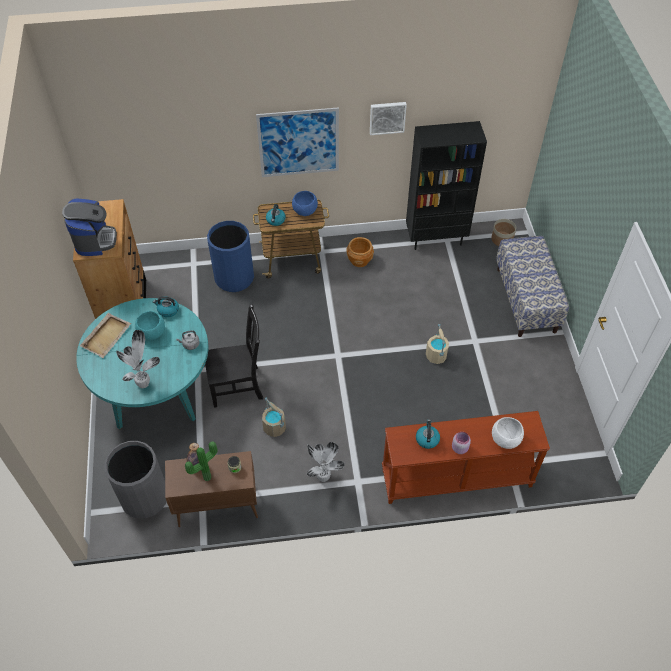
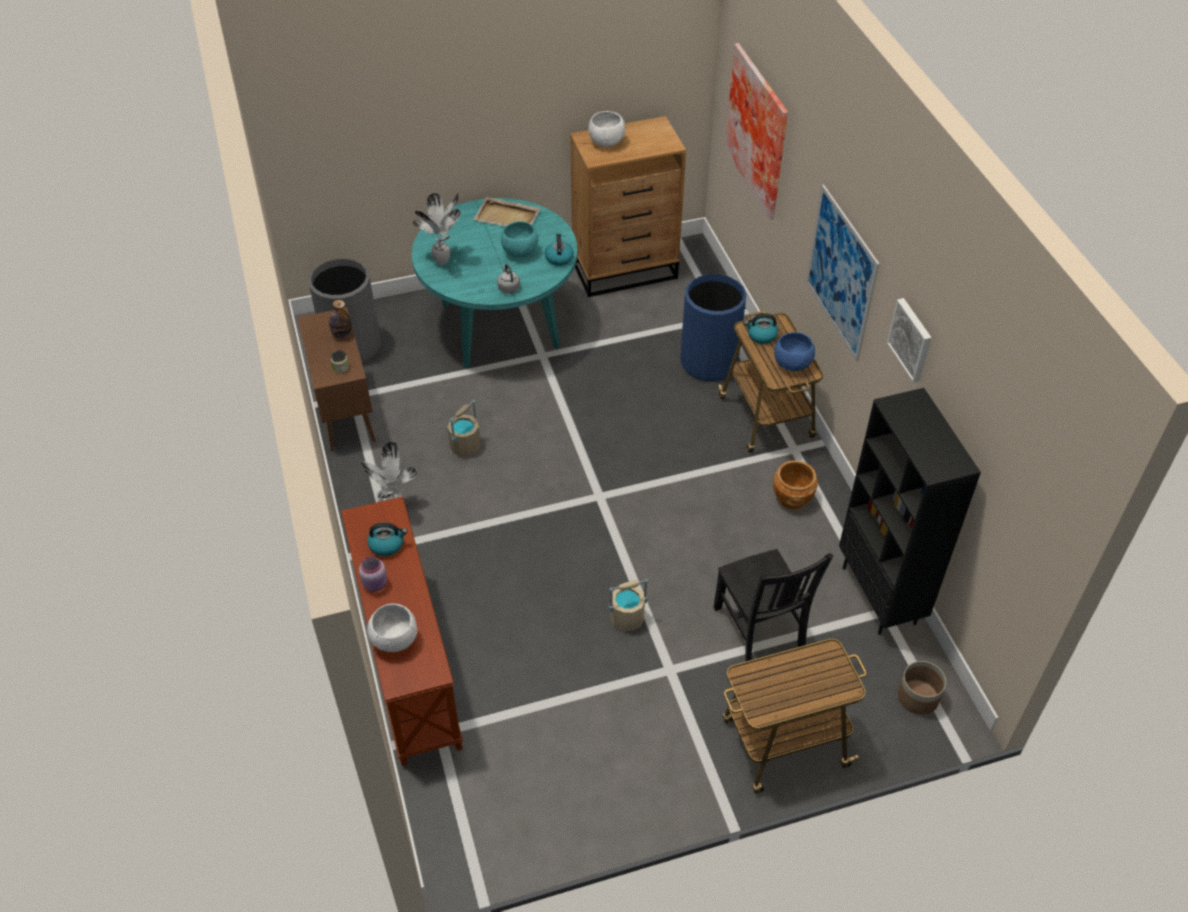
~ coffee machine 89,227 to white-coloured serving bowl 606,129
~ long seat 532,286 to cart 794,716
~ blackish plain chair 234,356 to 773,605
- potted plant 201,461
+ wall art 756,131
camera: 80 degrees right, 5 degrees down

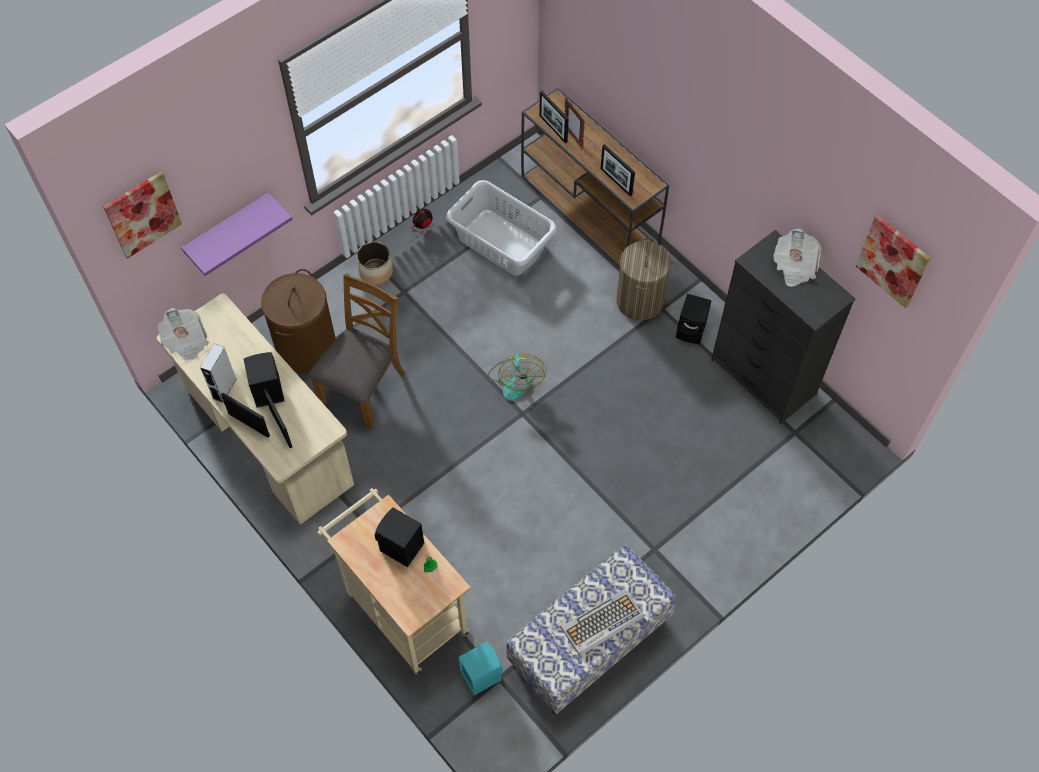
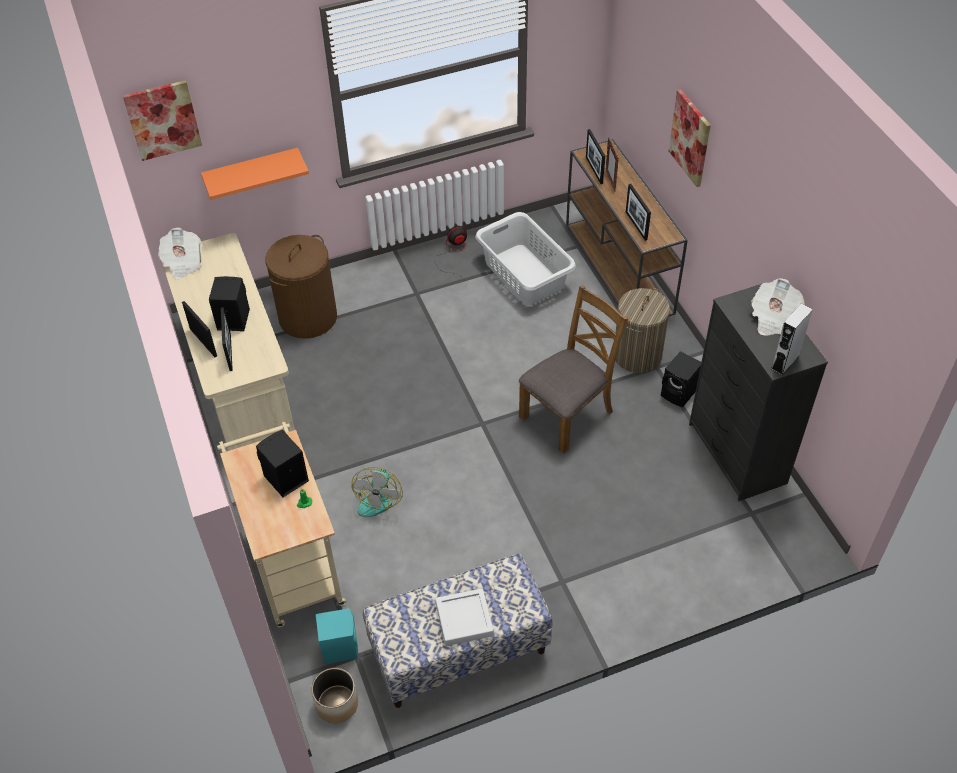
~ purple bracket shelf 237,234 to orange bracket shelf 255,174
~ wall art 893,261 to 690,138
~ plant pot 375,263 to 334,695
~ brownish plain chair 357,351 to 573,369
~ grey speaker 218,373 to 792,339
~ electric fan 517,377 to 377,492
~ computer keyboard 602,622 to grey serving tray 464,617
camera: 20 degrees right, 10 degrees down

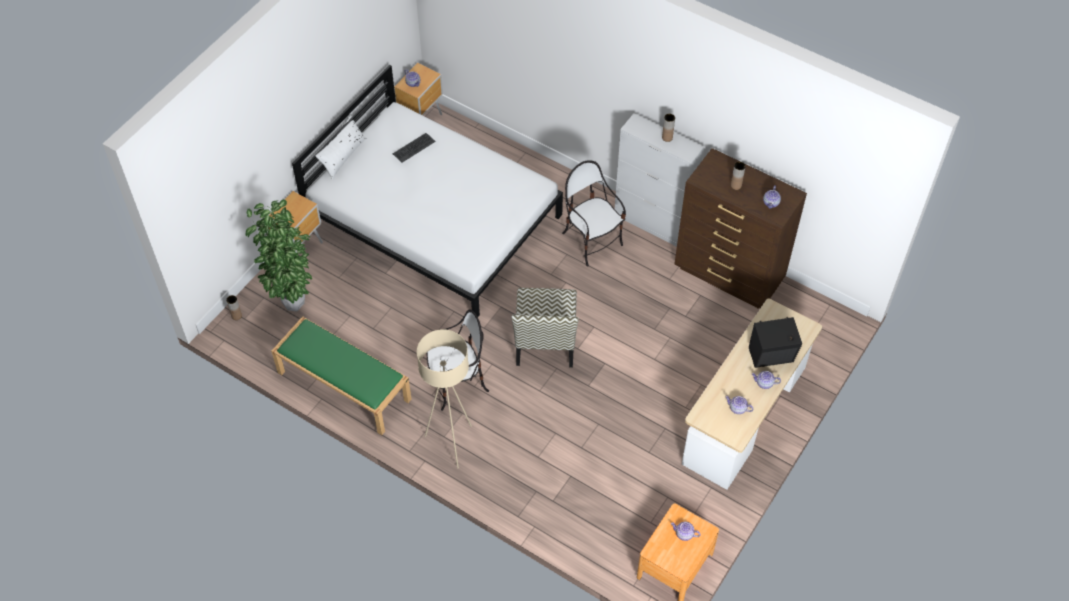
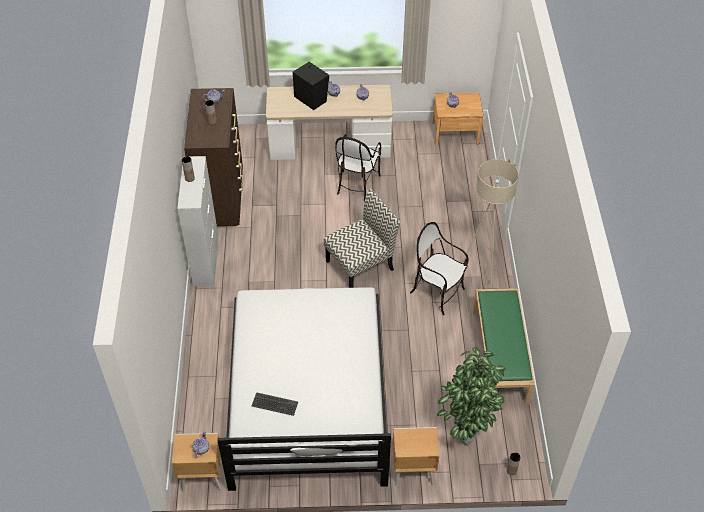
~ plain chair 594,213 to 358,167
camera: 125 degrees left, 5 degrees down

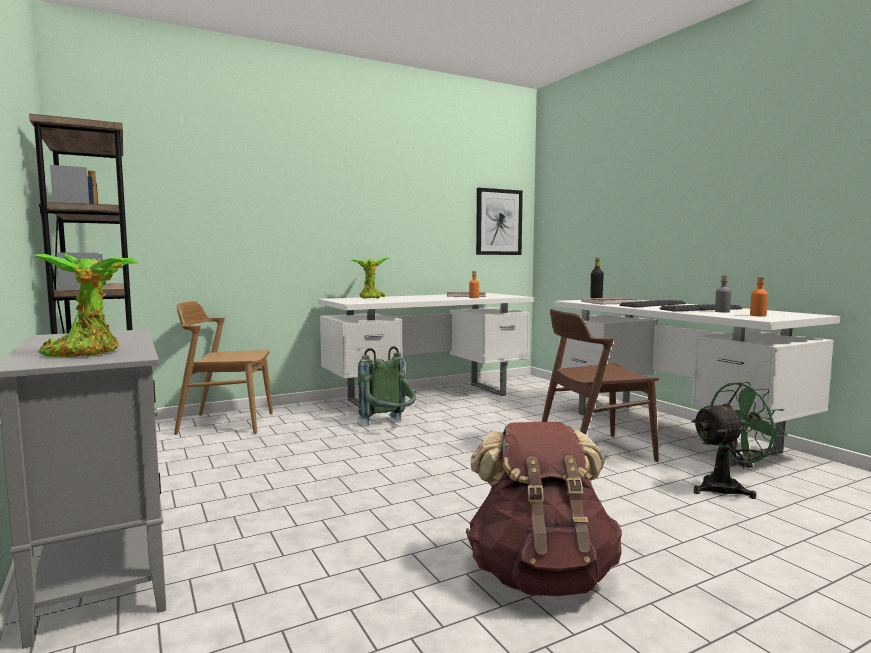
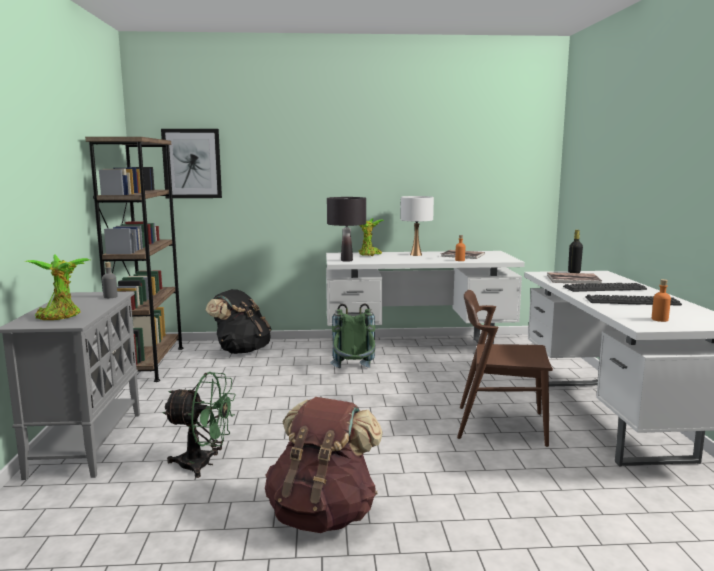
~ wall art 499,221 to 191,163
~ grey bottle 723,293 to 110,280
~ brownish plain chair 223,368 to blackish knapsack 238,321
~ green-coloured electric fan 739,440 to 199,425
+ white-coloured table lamp 417,226
+ blackish table lamp 346,229
camera: 25 degrees right, 5 degrees up

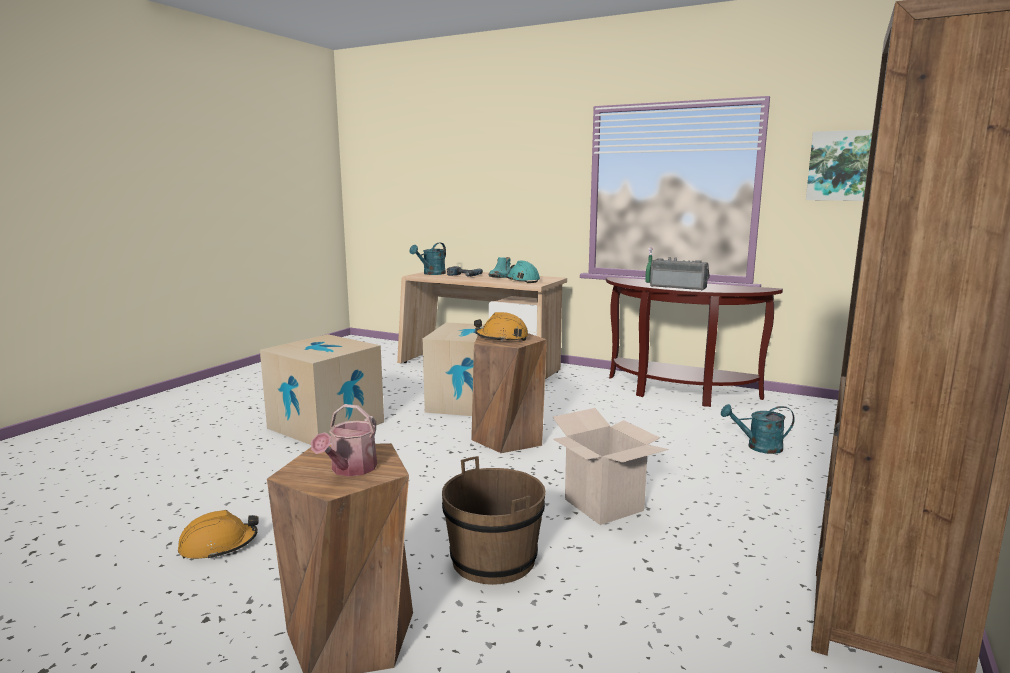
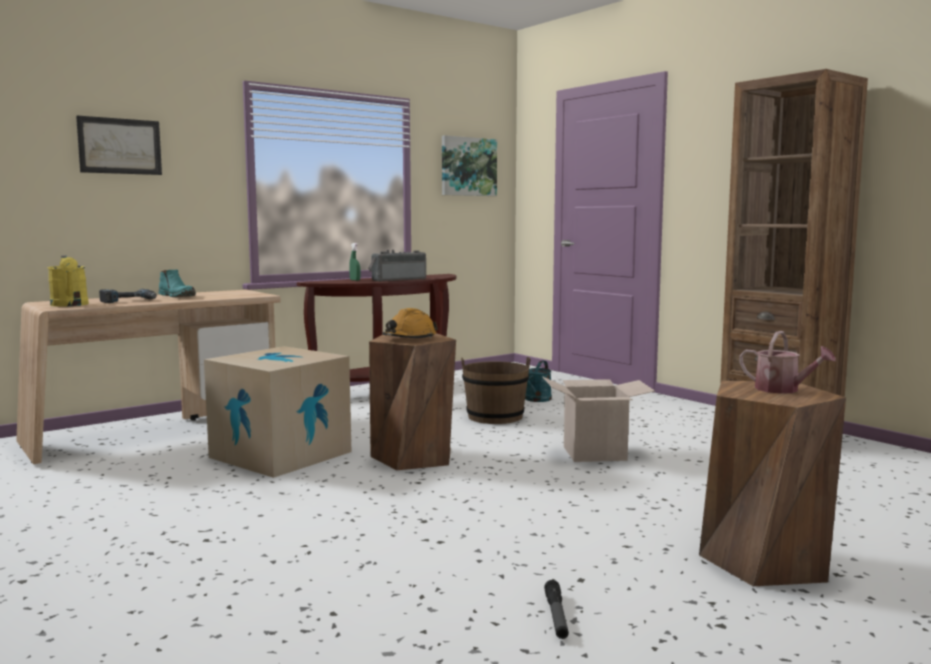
~ turquoise-coloured sprinkling can 428,259 to yellow-coloured sprinkling can 68,281
- turquoise-coloured work helmet 523,271
- packing box 322,389
~ brownish bucket 494,520 to 495,390
~ orange work helmet 218,535 to torch 556,609
+ wall art 119,145
camera: 65 degrees left, 5 degrees down

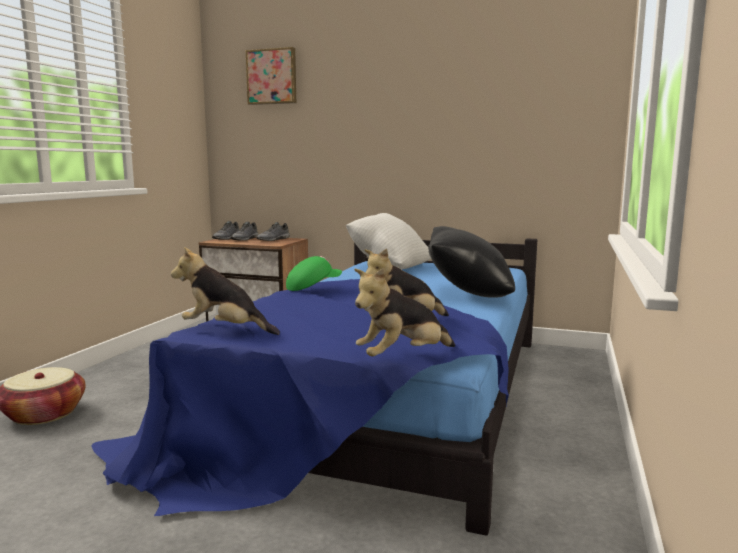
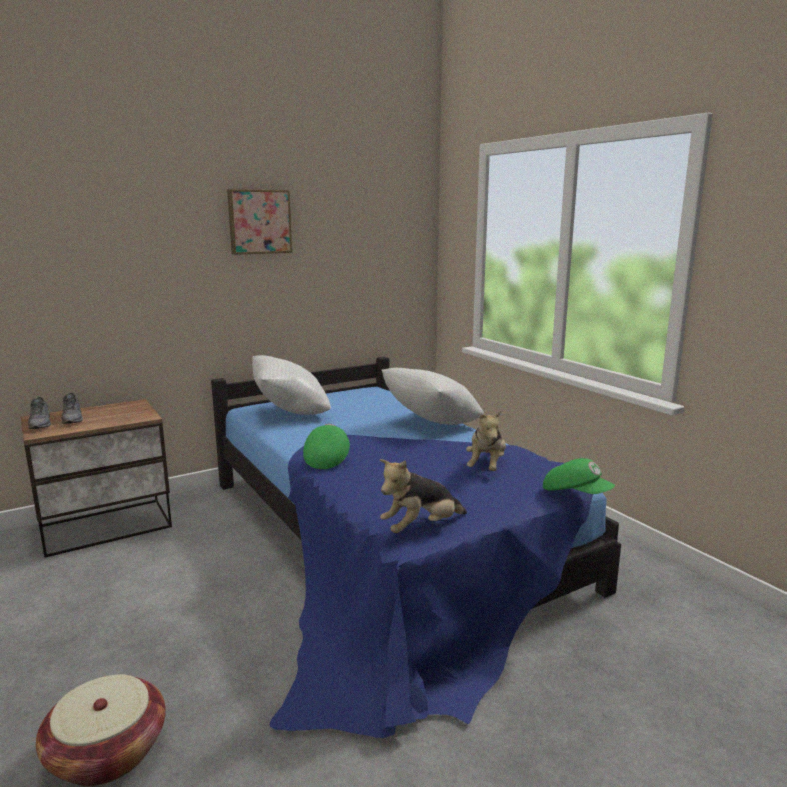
~ wall art 270,76 to 259,222
- grey item of footwear 273,231
~ blackish pillow 471,262 to white-coloured pillow 433,396
~ plush toy 404,312 to green-coloured peaked cap 579,476
camera: 50 degrees left, 5 degrees up

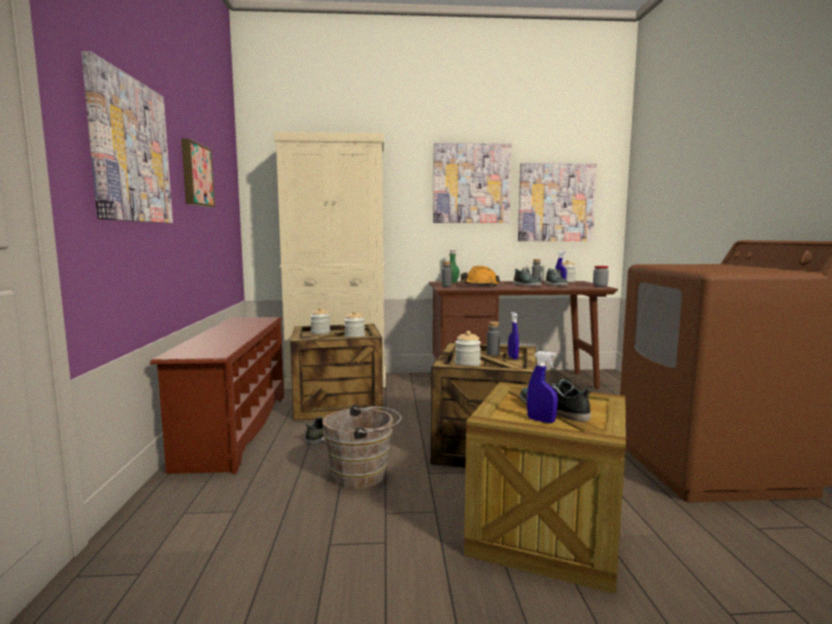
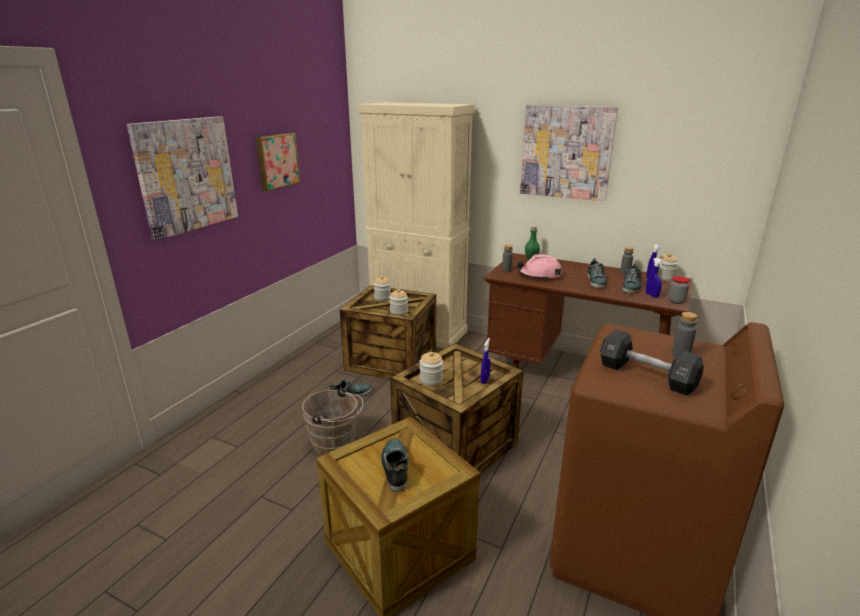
- wall art 557,202
~ orange work helmet 480,276 to pink-coloured work helmet 539,267
- brownish shoe rack 217,395
~ grey bottle 493,338 to 684,334
~ bluish hand sprayer 542,387 to 655,278
+ blackish free weight 652,363
camera: 30 degrees right, 15 degrees up

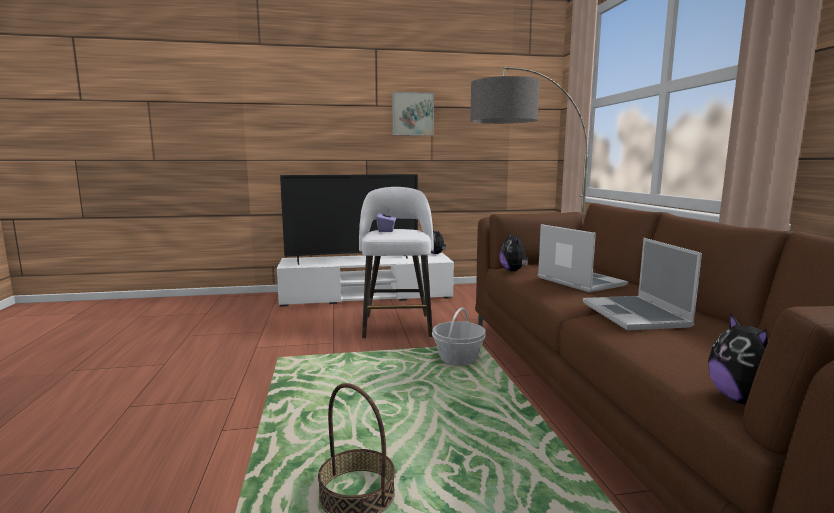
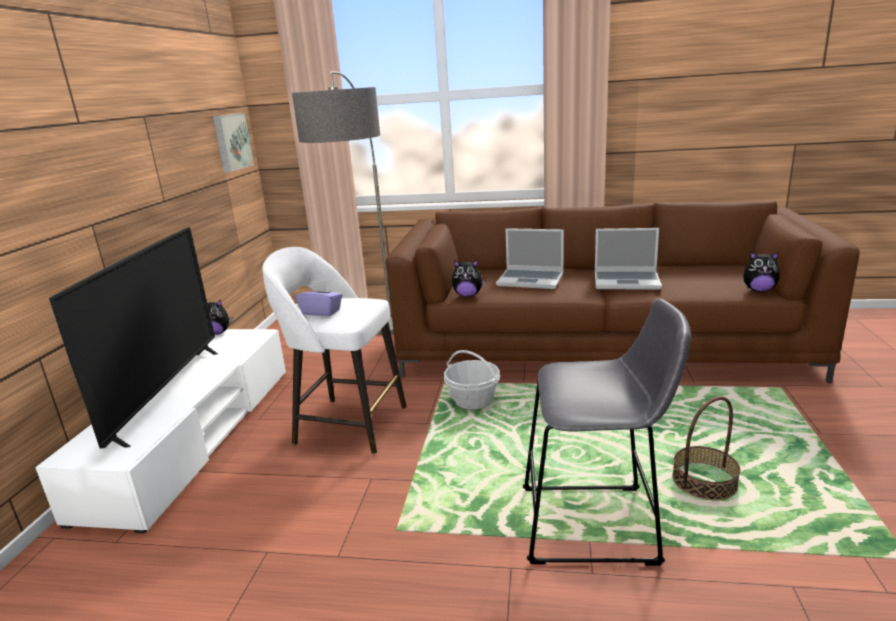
~ wall art 413,114 to 233,142
~ notebook computer 583,258 = 530,258 150 degrees counterclockwise
+ grey sitting stool 607,432
camera: 70 degrees left, 10 degrees up

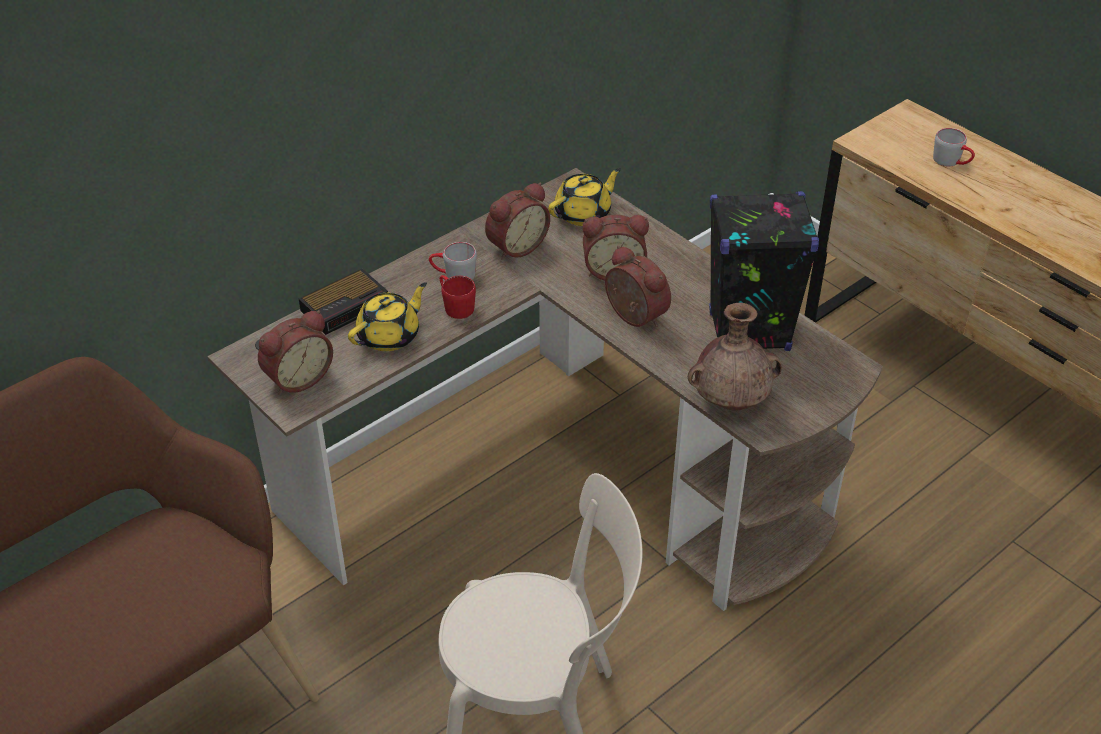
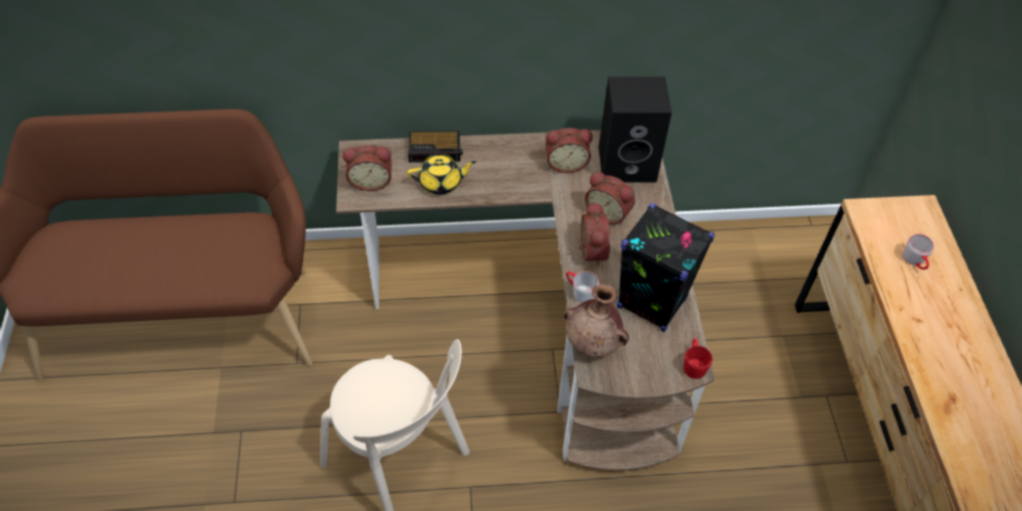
~ yellow-coloured tea pot 584,197 to blackish speaker 635,130
~ grey tea mug 453,261 to 582,287
~ reddish tea mug 458,297 to 697,358
camera: 35 degrees right, 10 degrees up

